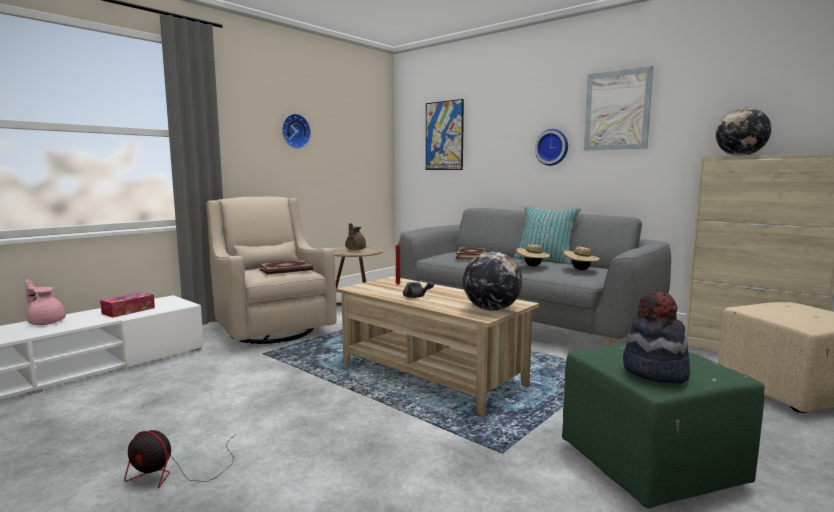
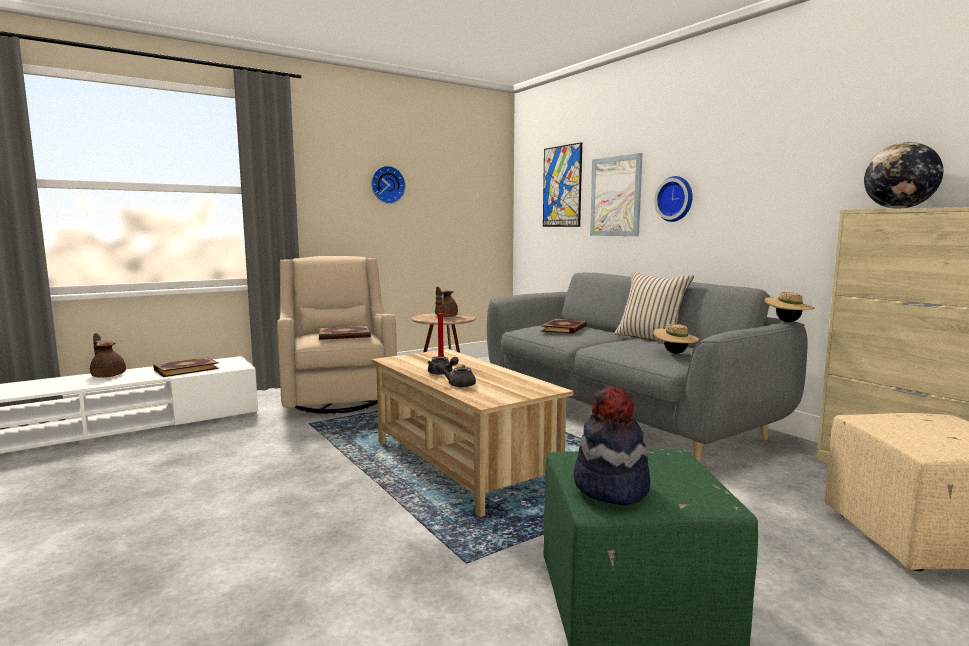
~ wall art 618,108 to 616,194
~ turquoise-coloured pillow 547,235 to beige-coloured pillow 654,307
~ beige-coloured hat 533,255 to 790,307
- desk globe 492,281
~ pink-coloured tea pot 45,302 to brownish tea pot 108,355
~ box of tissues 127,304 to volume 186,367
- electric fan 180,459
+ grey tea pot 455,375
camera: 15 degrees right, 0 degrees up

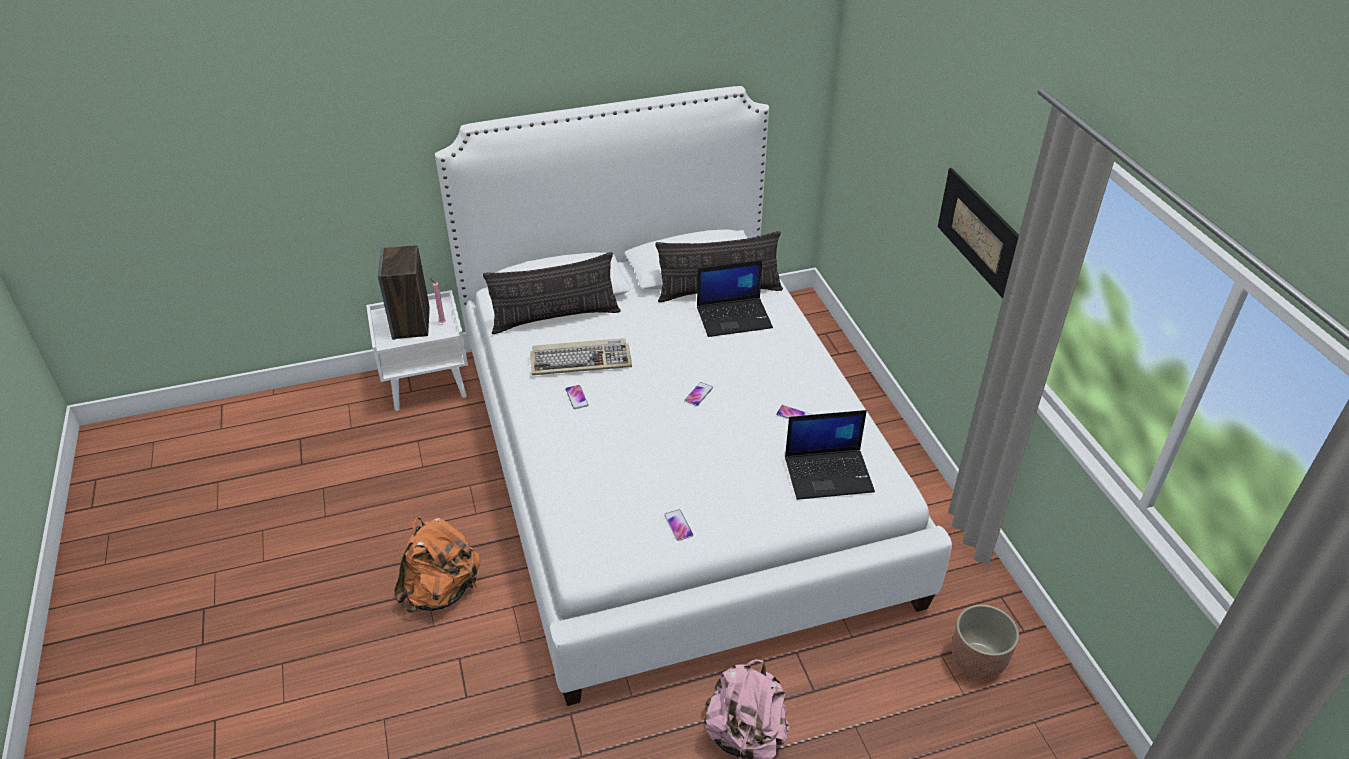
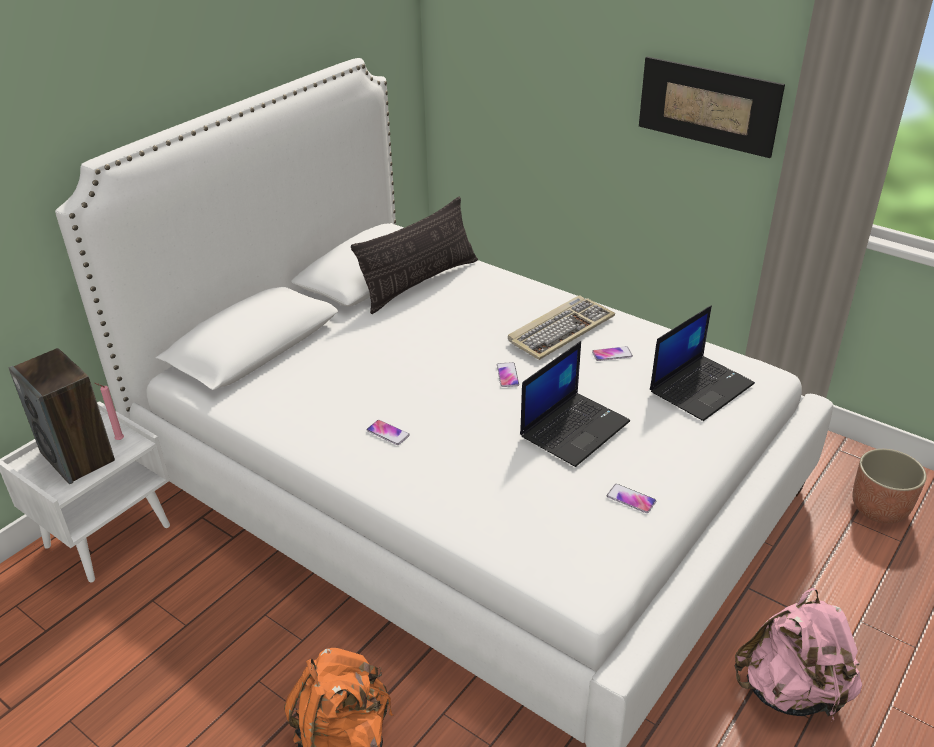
- pillow 552,293
~ notebook computer 735,298 to 575,404
~ computer keyboard 581,357 to 561,327
camera: 35 degrees left, 5 degrees down

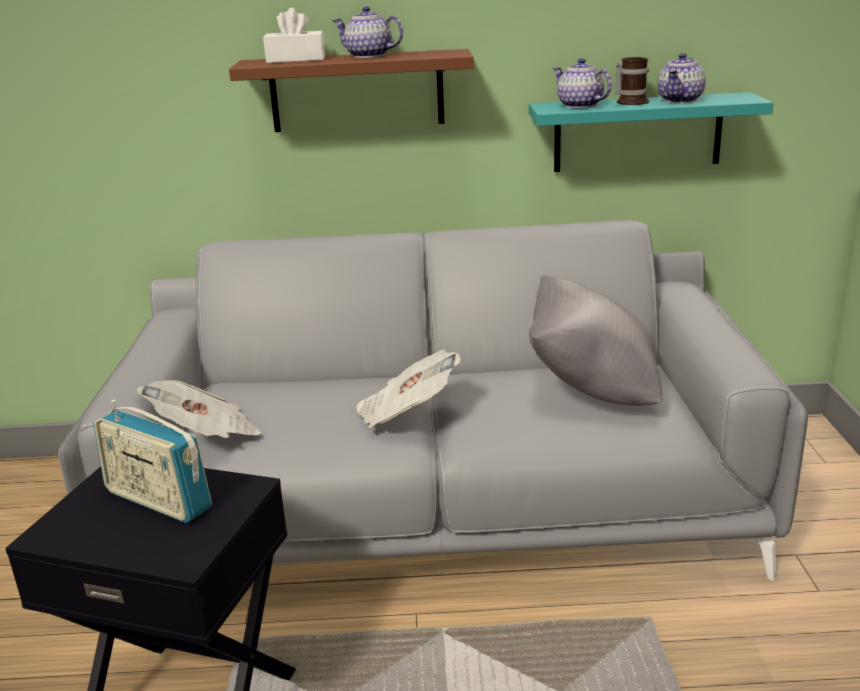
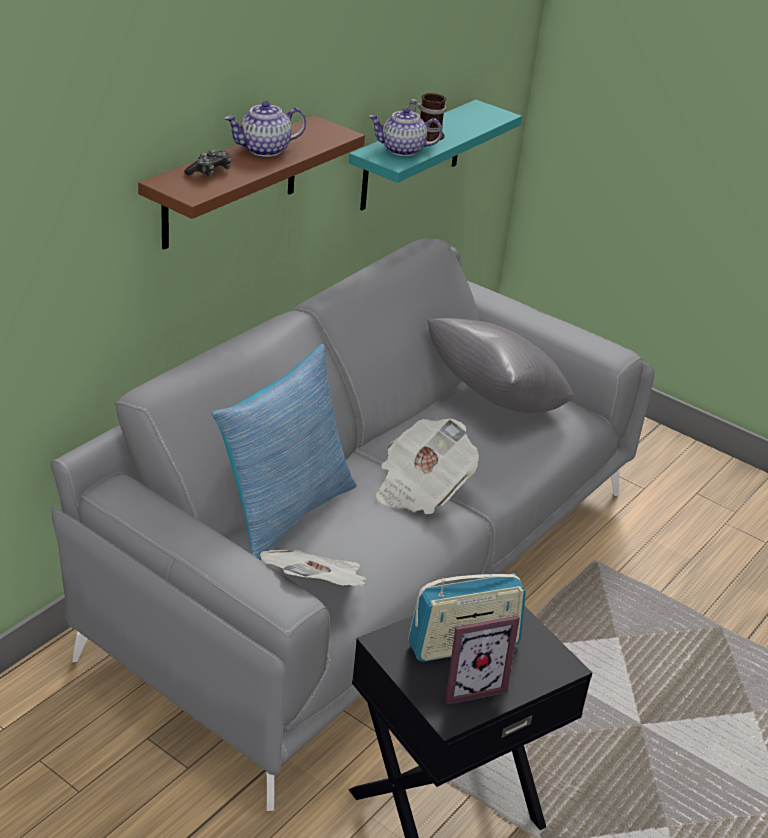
~ white-coloured box of tissues 294,35 to joypad 208,163
- tea pot 682,78
+ pillow 284,452
+ photo frame 482,660
camera: 55 degrees left, 10 degrees up

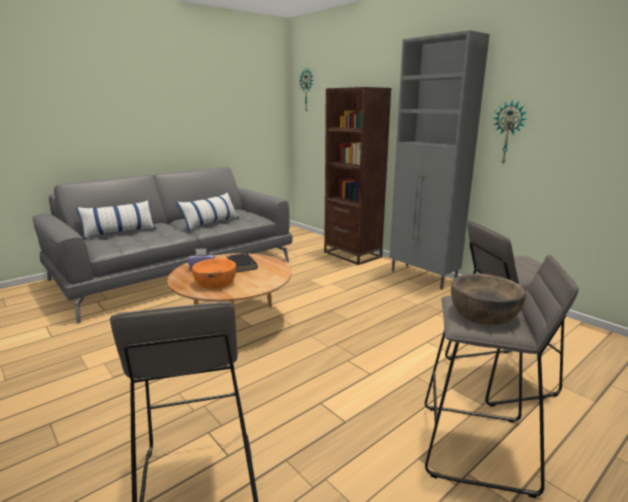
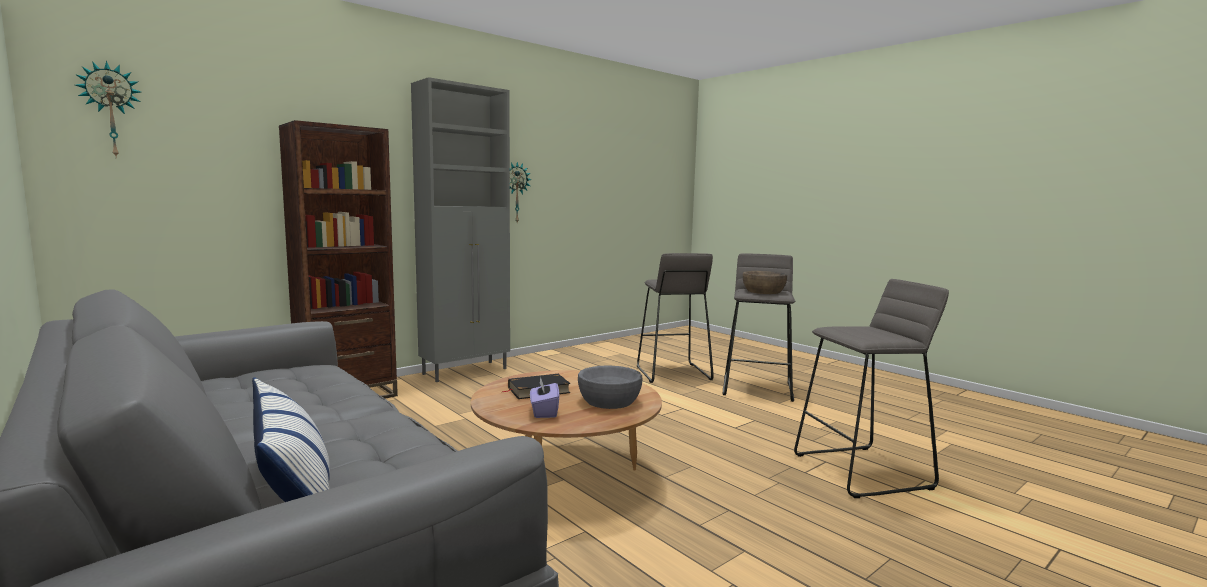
- pillow 207,212
~ orange serving bowl 214,273 to grey serving bowl 610,387
camera: 90 degrees left, 10 degrees down

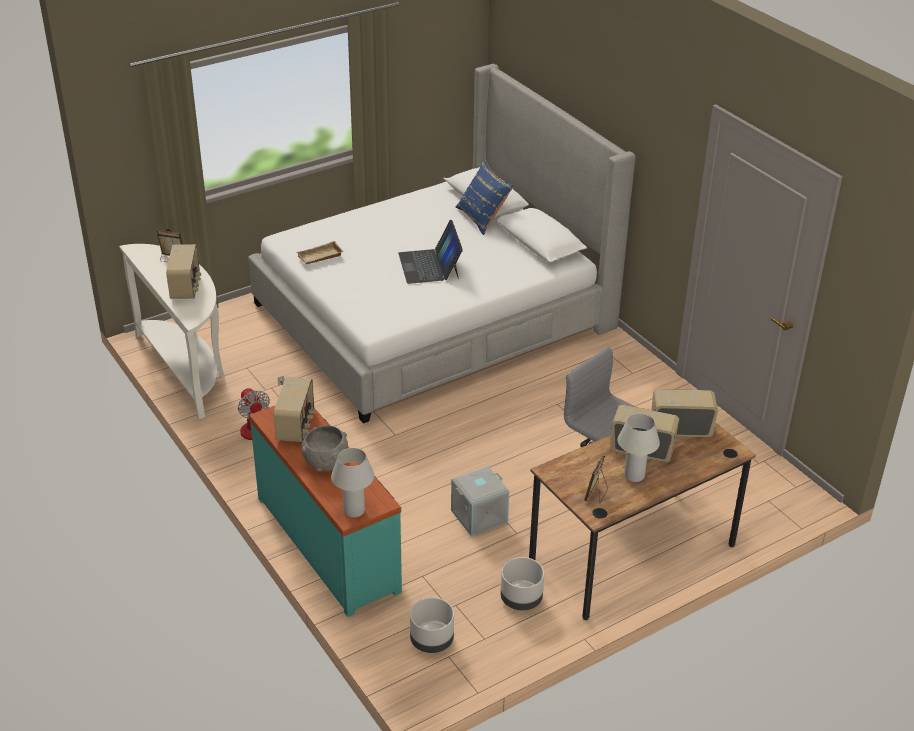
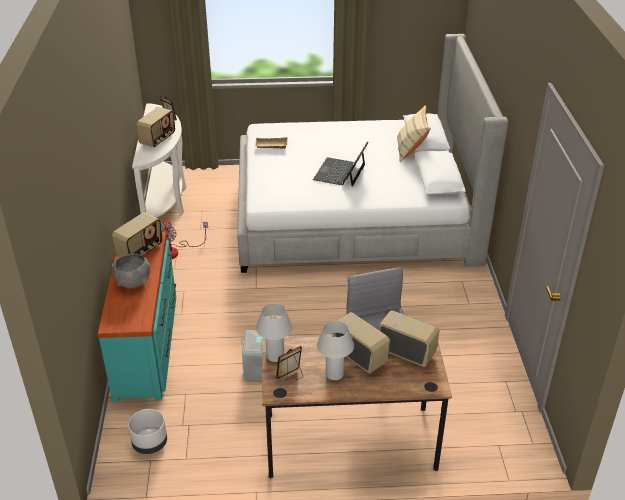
~ bluish pillow 485,197 to beige-coloured pillow 414,133
~ white-coloured table lamp 352,482 to 274,332
- grey plant pot 522,583
camera: 30 degrees right, 0 degrees up

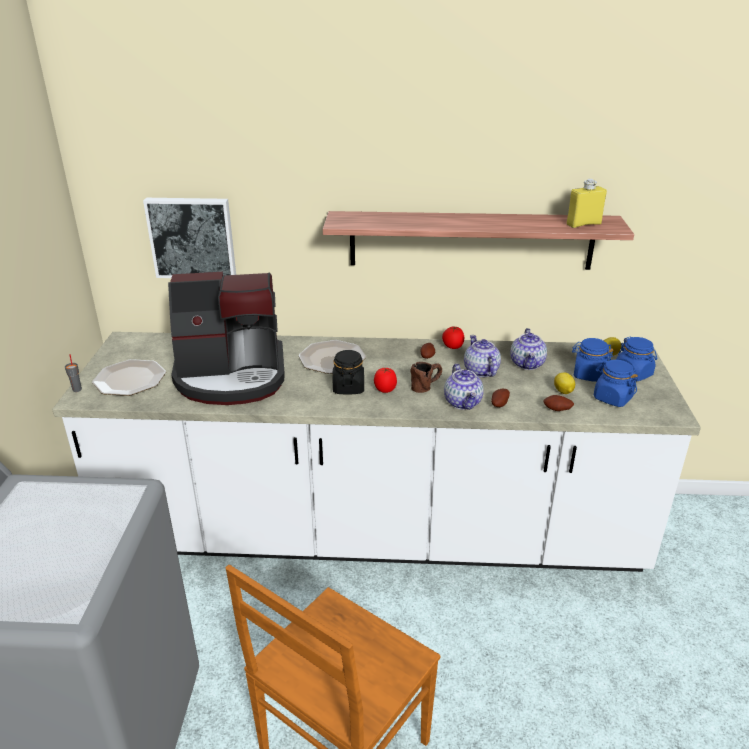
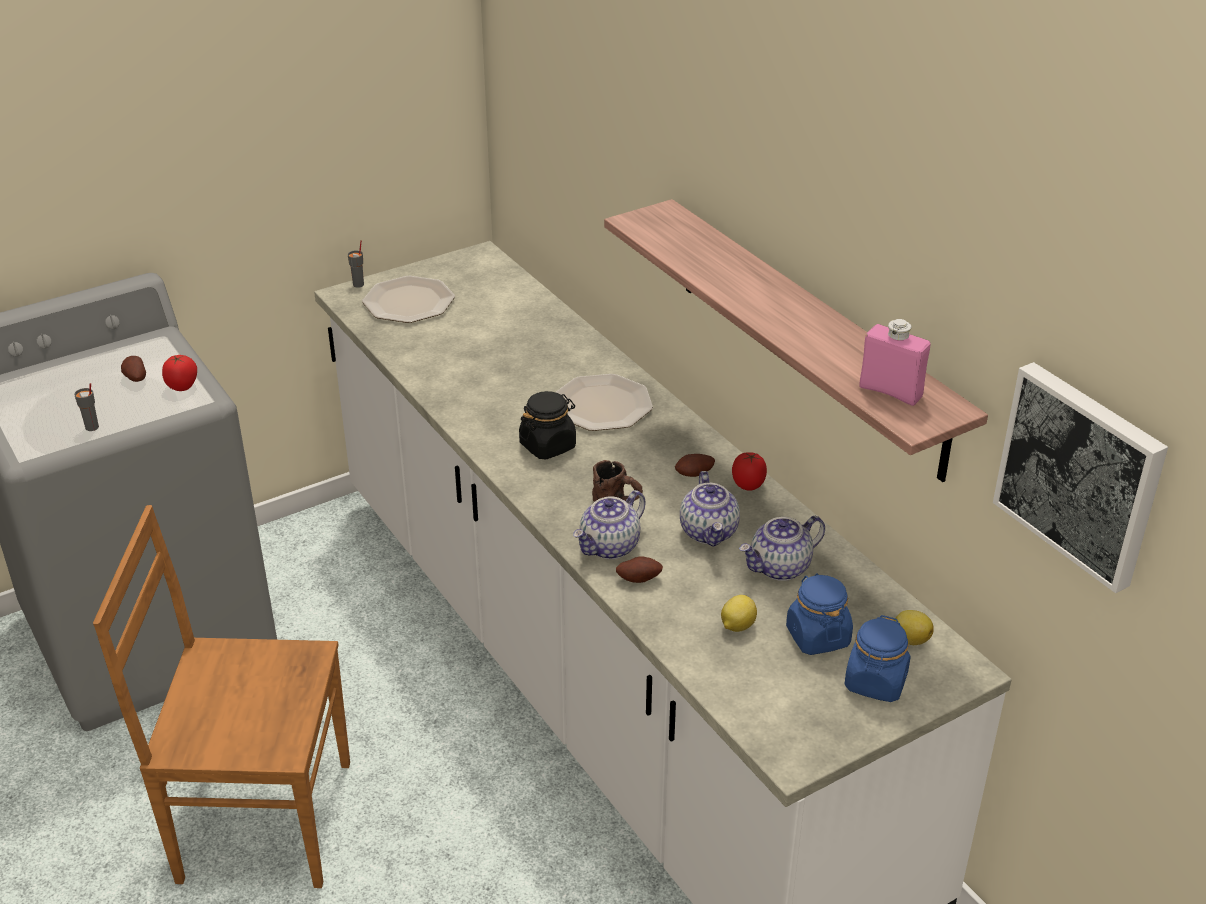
~ yellow-coloured bottle 587,203 to pink-coloured bottle 894,362
~ wall art 189,238 to 1080,477
- coffee machine 226,338
~ tea pot 482,356 = 710,509 135 degrees clockwise
- bluish storage jar 616,383
~ tomato 385,380 to 179,373
~ whole potato 558,403 to 133,369
+ grey small cup 86,407
camera: 55 degrees right, 5 degrees up

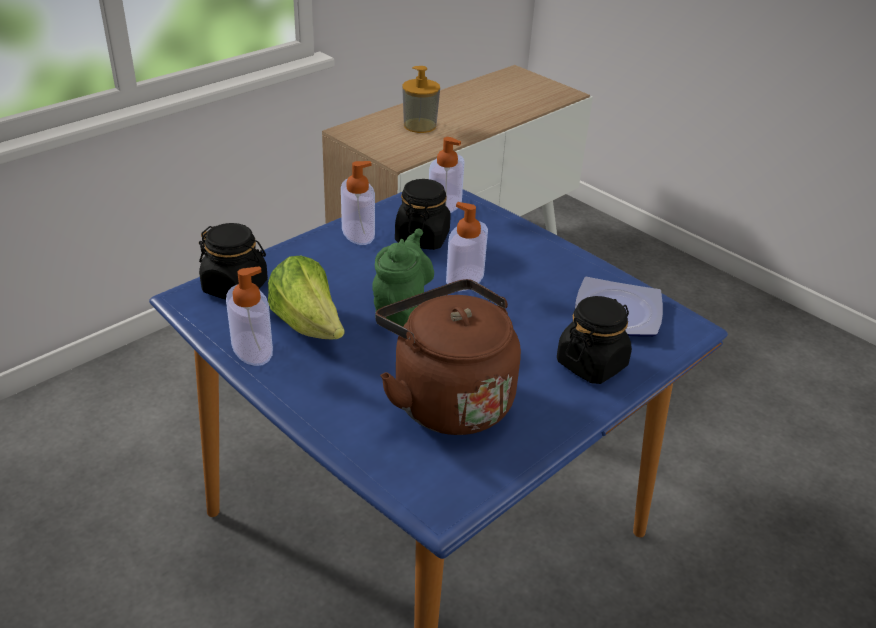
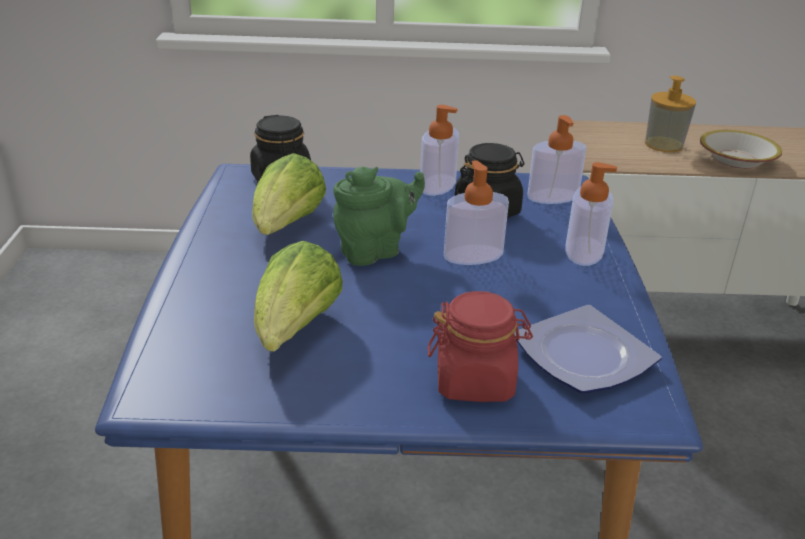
~ soap dispenser 249,316 to 591,214
~ brownish tea kettle 448,357 to lettuce 298,296
~ blackish storage jar 594,340 to reddish storage jar 480,346
+ serving bowl 741,149
camera: 45 degrees right, 5 degrees down

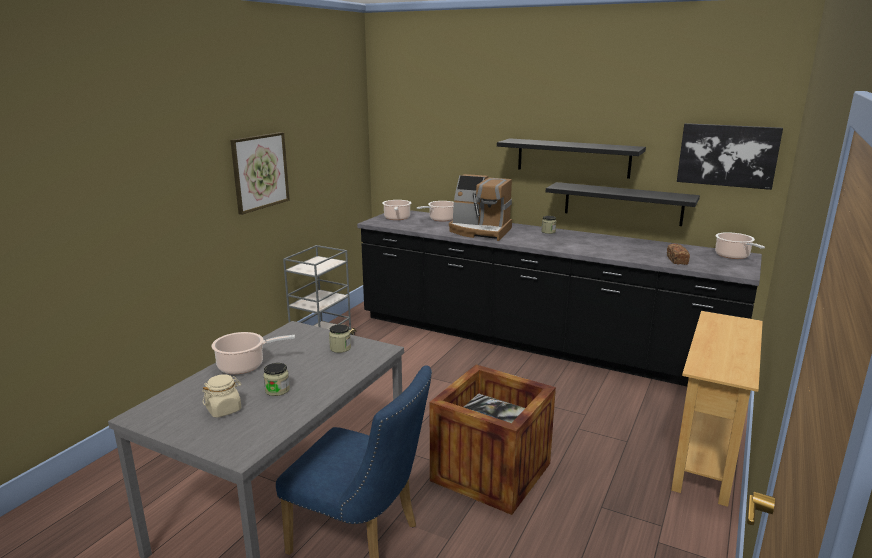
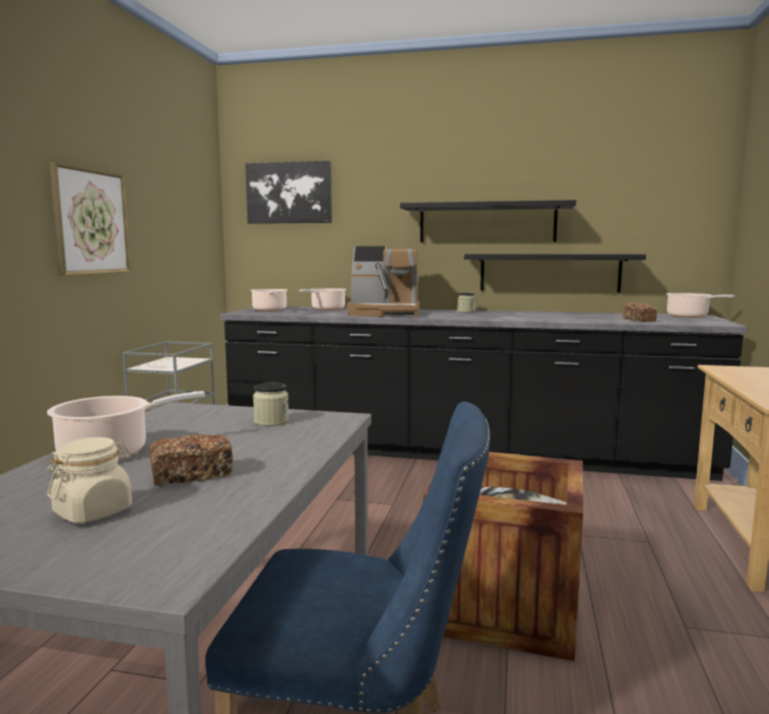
~ wall art 730,156 to 288,192
~ storage jar 276,379 to baked bread 191,460
camera: 15 degrees left, 10 degrees down

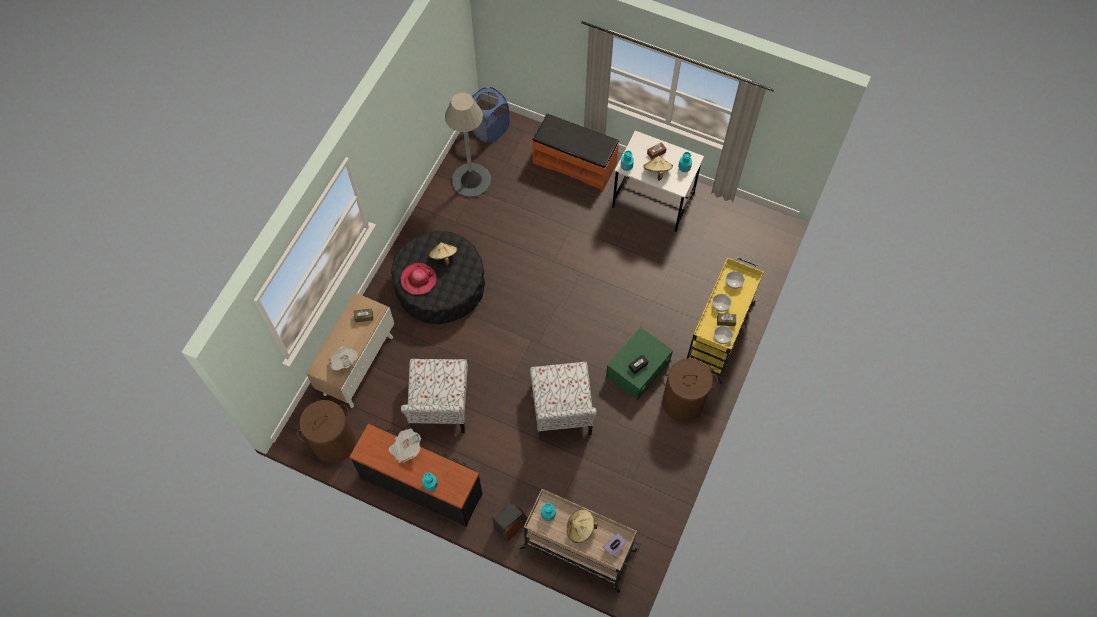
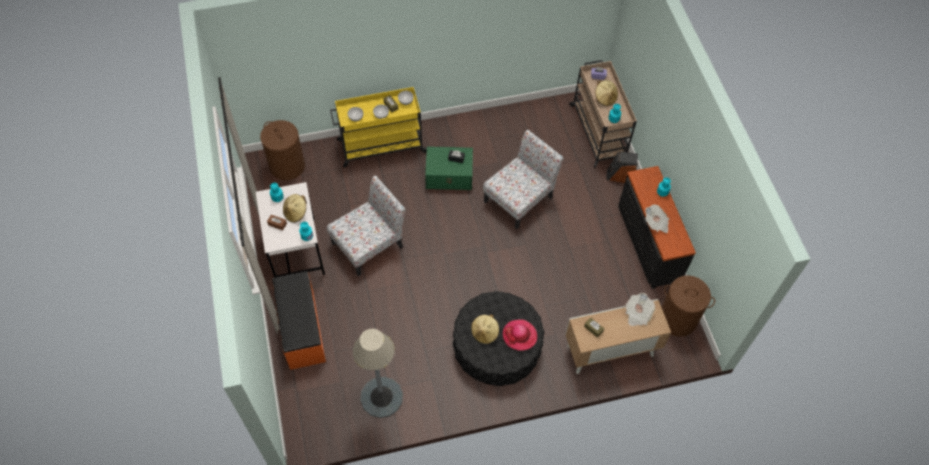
- bluish washing basket 490,115
~ brownish washing basket 690,390 to 282,150
~ plain chair 434,396 to 366,225
camera: 130 degrees left, 5 degrees down

